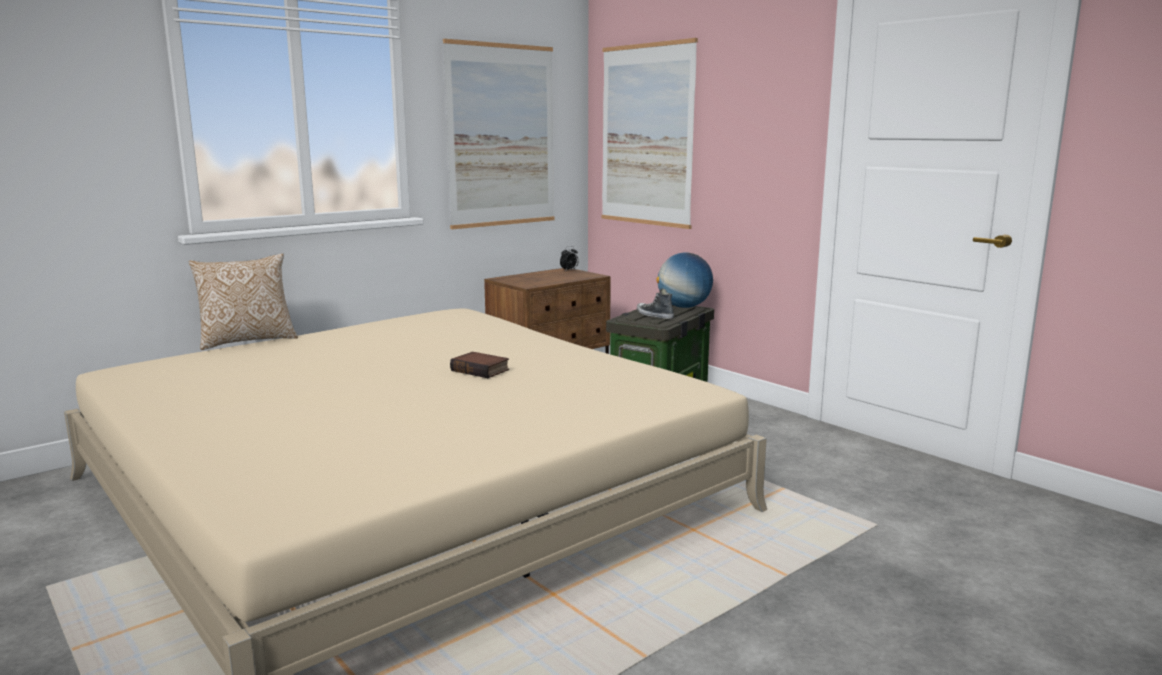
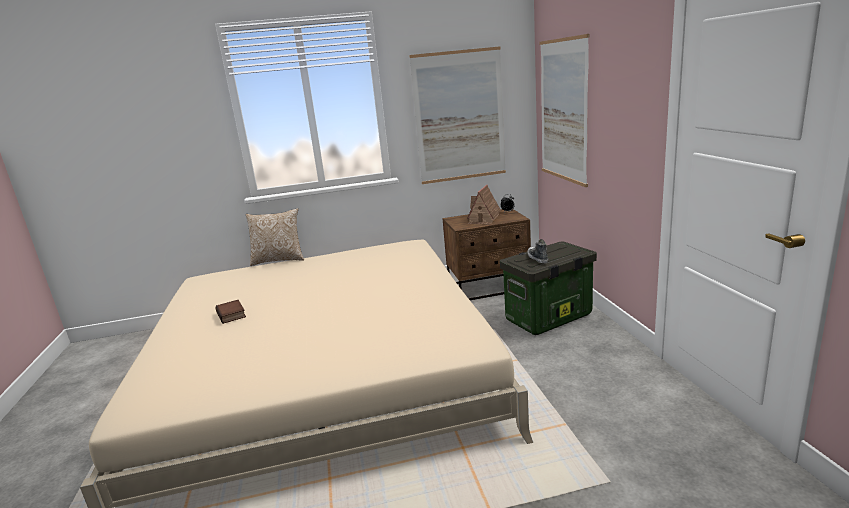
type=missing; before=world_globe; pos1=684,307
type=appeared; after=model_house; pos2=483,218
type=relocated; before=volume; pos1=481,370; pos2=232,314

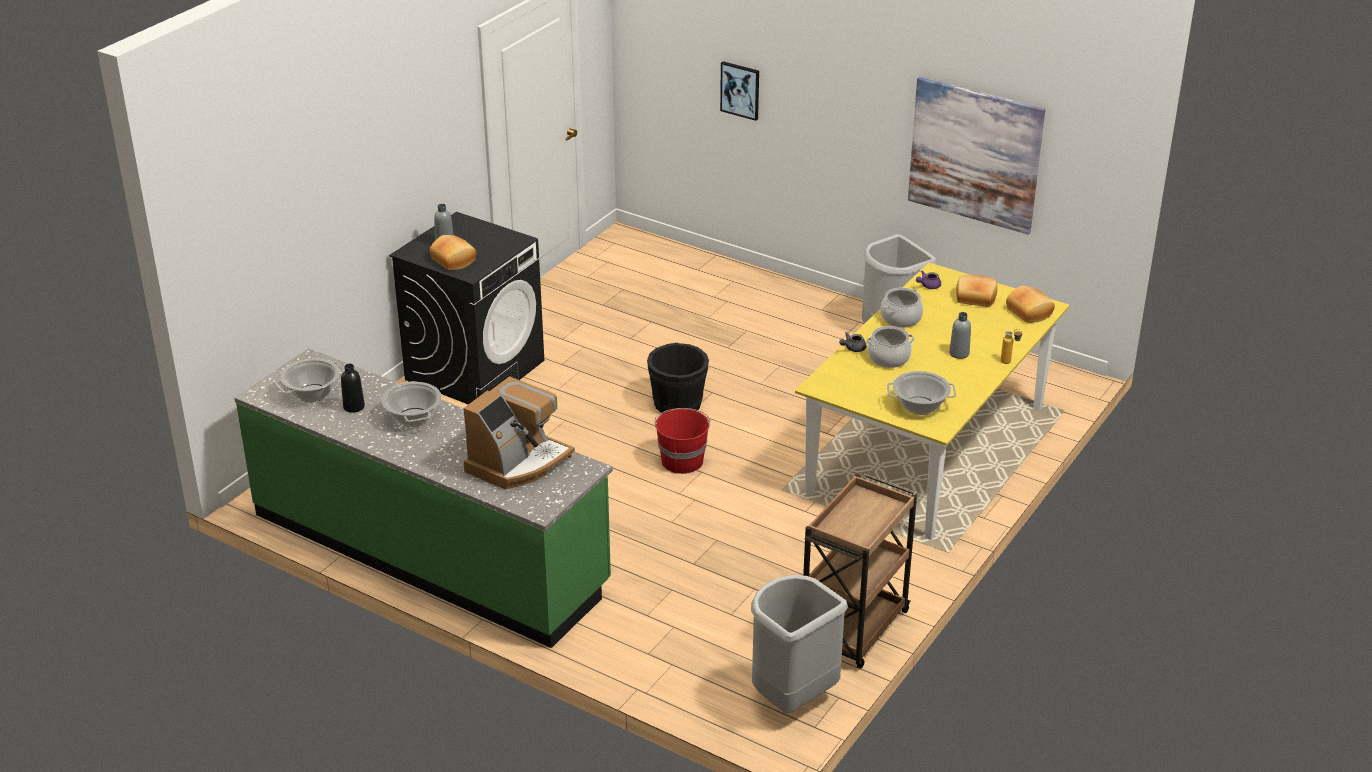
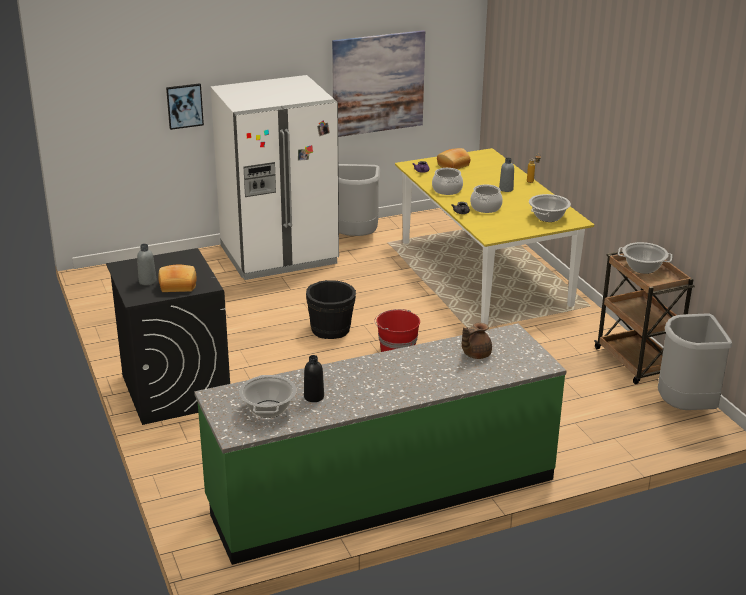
type=missing; before=baked_bread; pos1=1030,312
type=appeared; after=whitish_kitchen_fridge; pos2=279,255
type=relocated; before=saucepot; pos1=413,417; pos2=642,268
type=exchanged; before=coffee_maker; after=brown_pot_for_tea; pos1=518,463; pos2=475,354

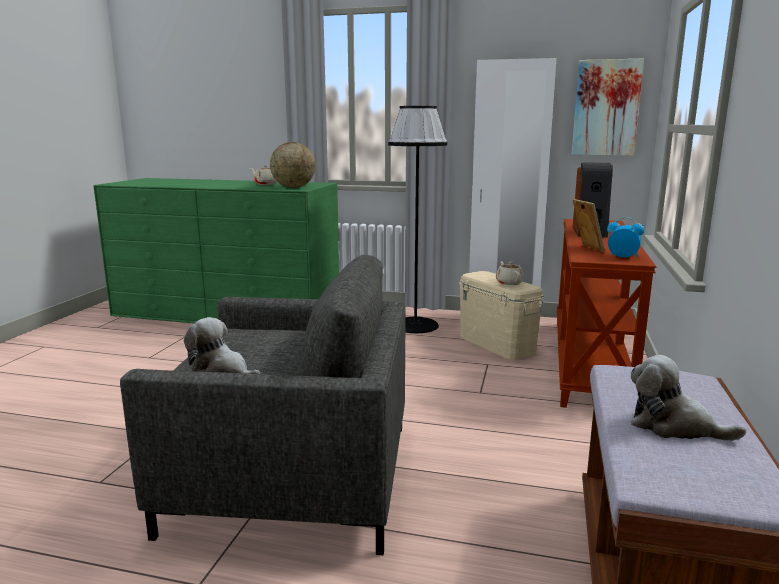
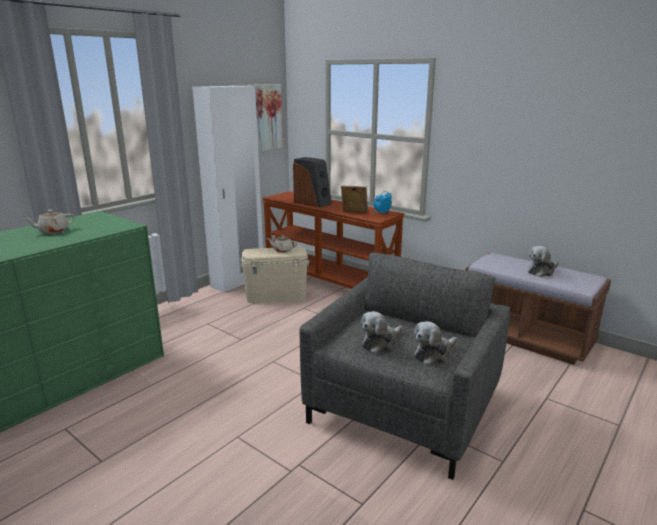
type=missing; before=world_globe; pos1=293,187
type=missing; before=blackish_standing_lamp; pos1=415,325
type=appeared; after=cuddly_toy; pos2=380,343

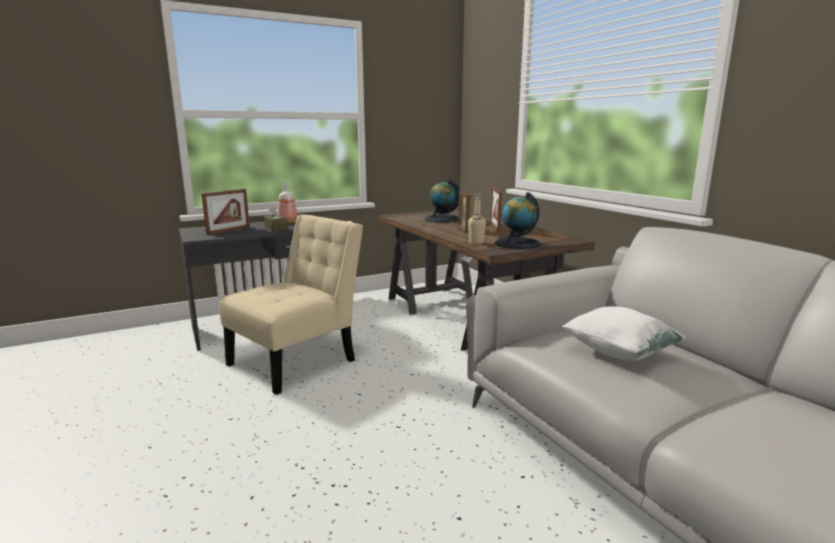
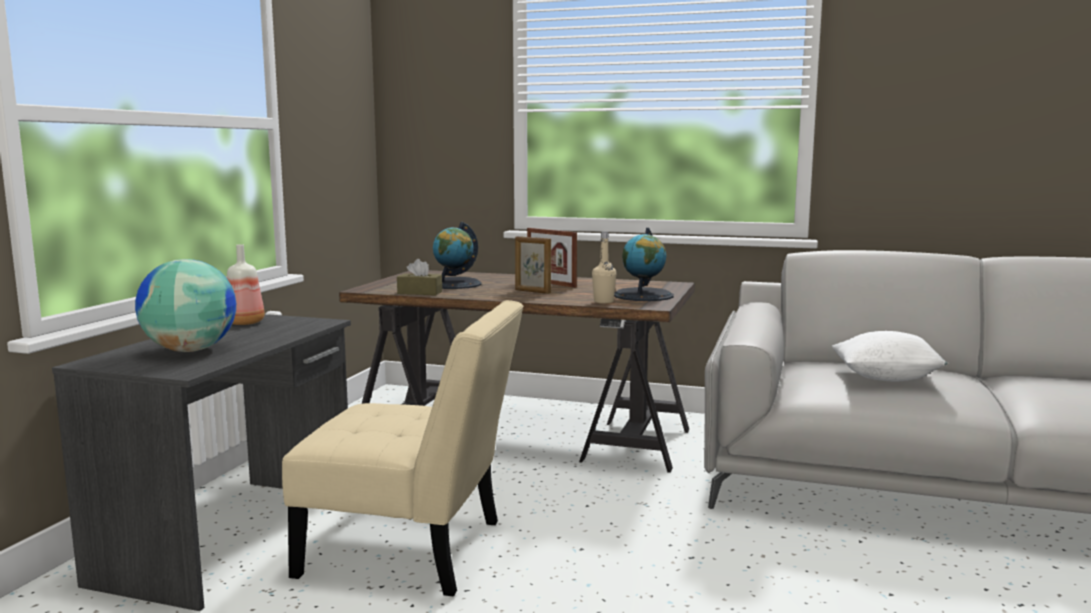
type=relocated; before=brown_tissue_box; pos1=276,228; pos2=420,292
type=exchanged; before=photo_frame; after=world_globe; pos1=228,230; pos2=189,350
type=spun; before=sand-coloured_plain_chair; pos1=298,360; pos2=413,551; turn=105

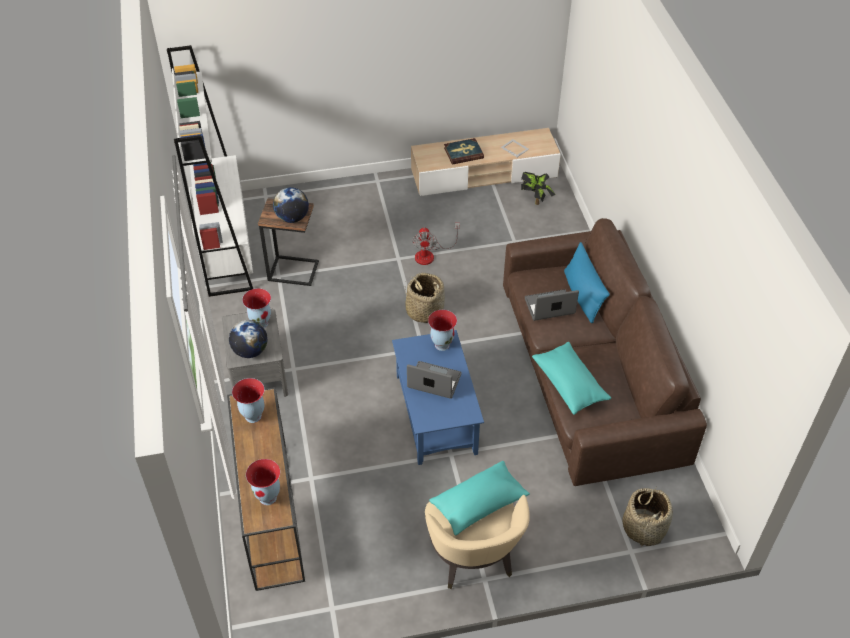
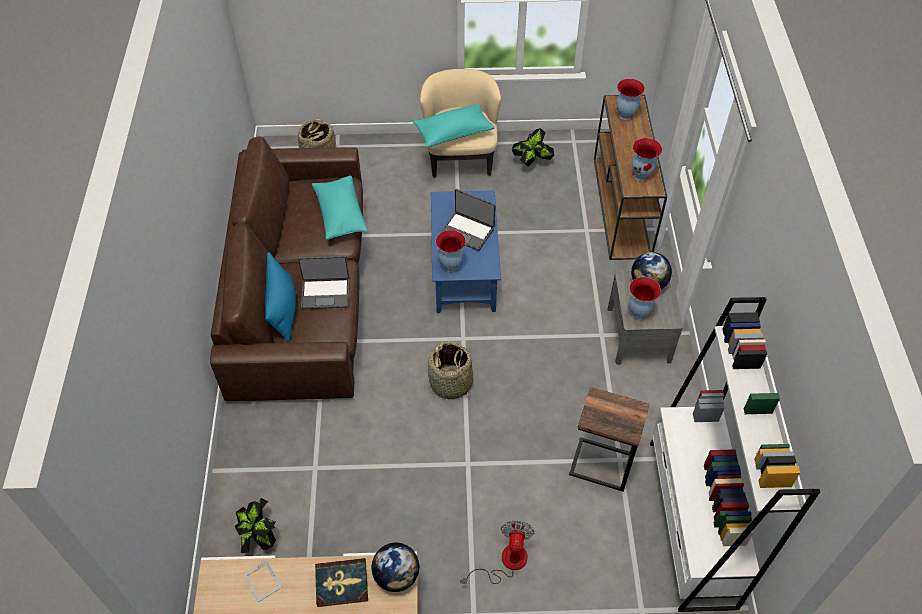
type=appeared; after=plant_in_a_pot; pos2=532,163
type=relocated; before=world_globe; pos1=292,218; pos2=396,575
type=relocated; before=cooling_fan; pos1=430,254; pos2=505,562

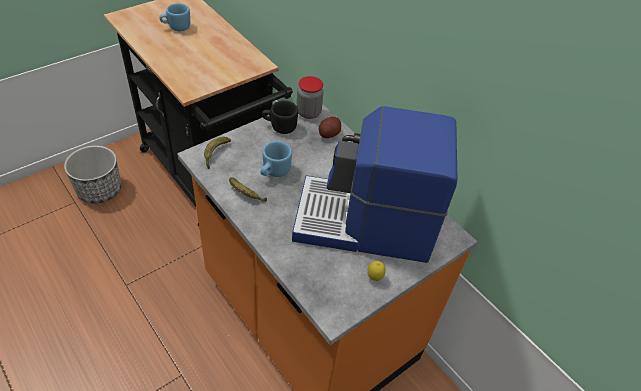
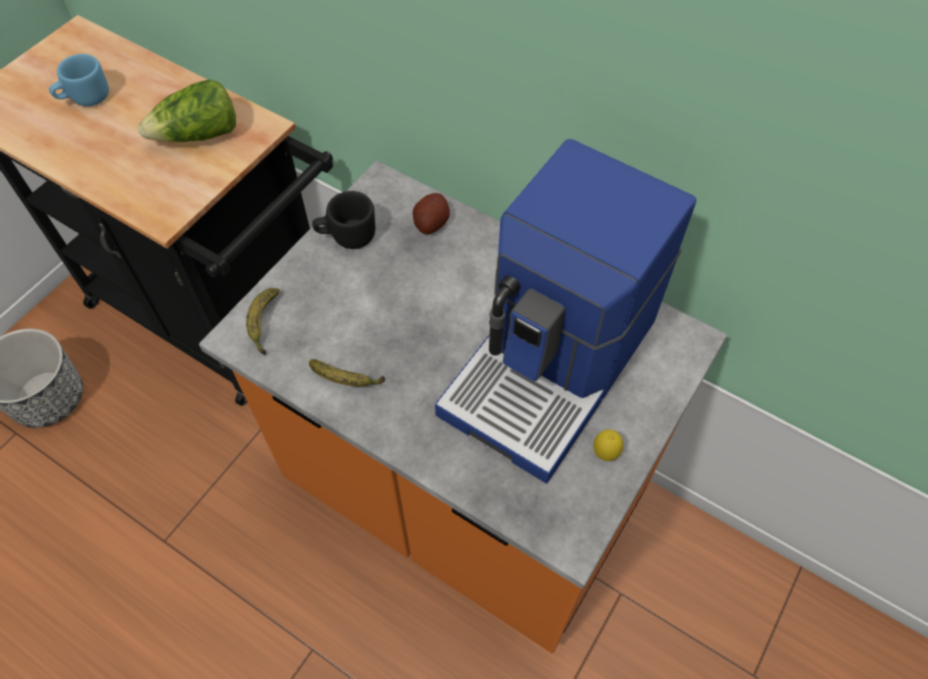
type=missing; before=blue_tea_mug; pos1=273,172
type=missing; before=preserve_jar; pos1=308,112
type=appeared; after=head_of_lettuce; pos2=199,135
type=spun; before=coffee_maker; pos1=365,224; pos2=553,366; turn=-45

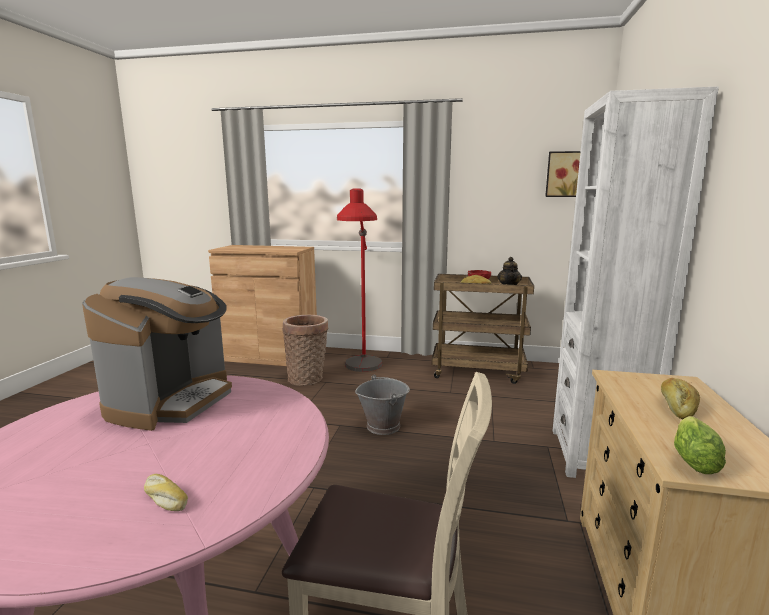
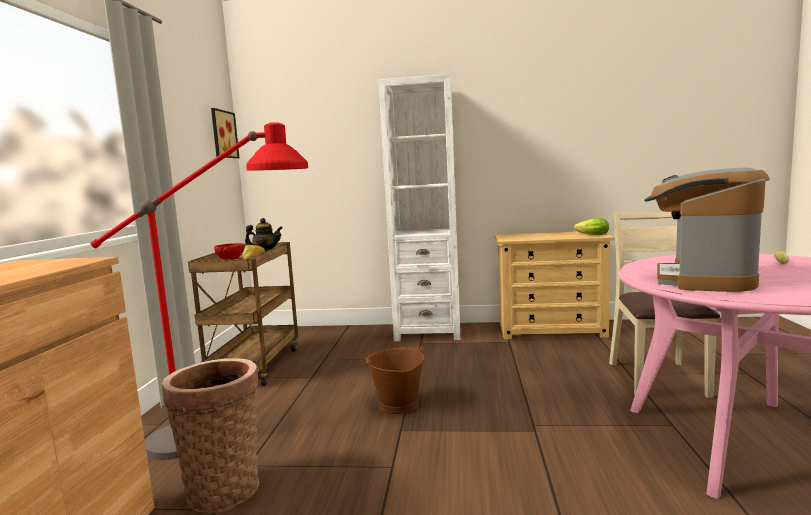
type=missing; before=baked_bread; pos1=677,407
type=colour; before=gray_pail; after=brown_pail; pos1=383,426; pos2=398,404
type=spun; before=coffee_maker; pos1=172,401; pos2=702,280; turn=-75

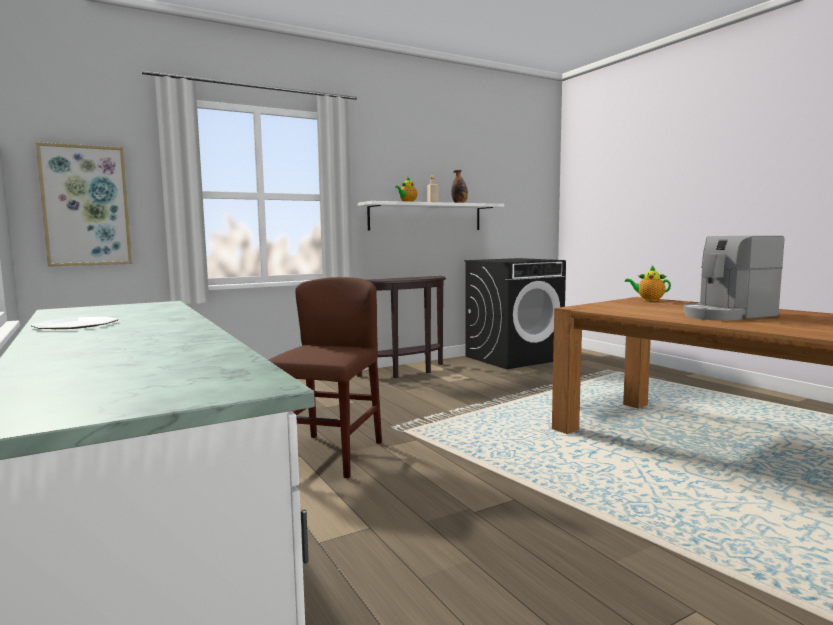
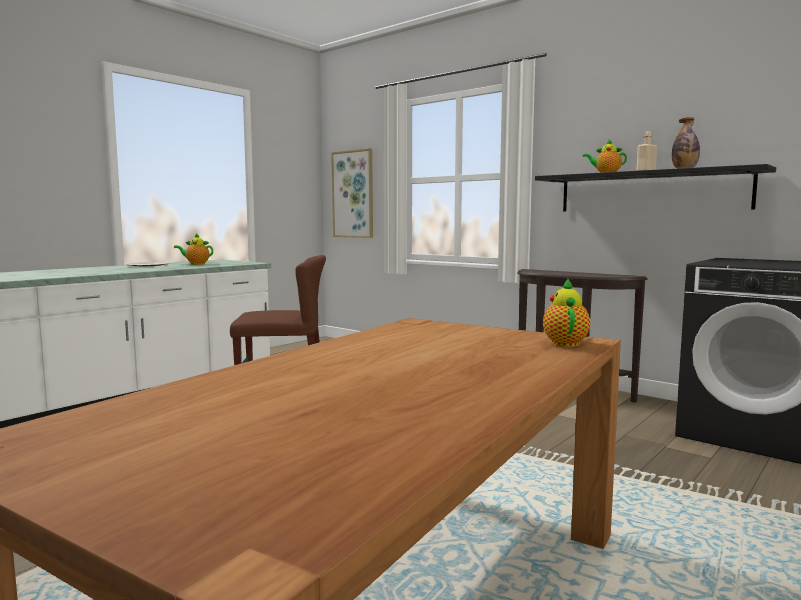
type=missing; before=coffee_maker; pos1=727,315
type=appeared; after=pot_for_tea; pos2=196,264
type=colour; before=whitish_wall_shelf; after=blackish_wall_shelf; pos1=426,217; pos2=650,192

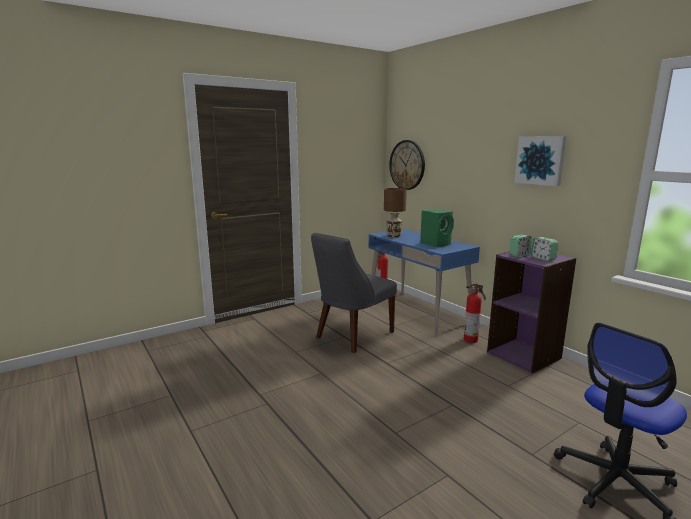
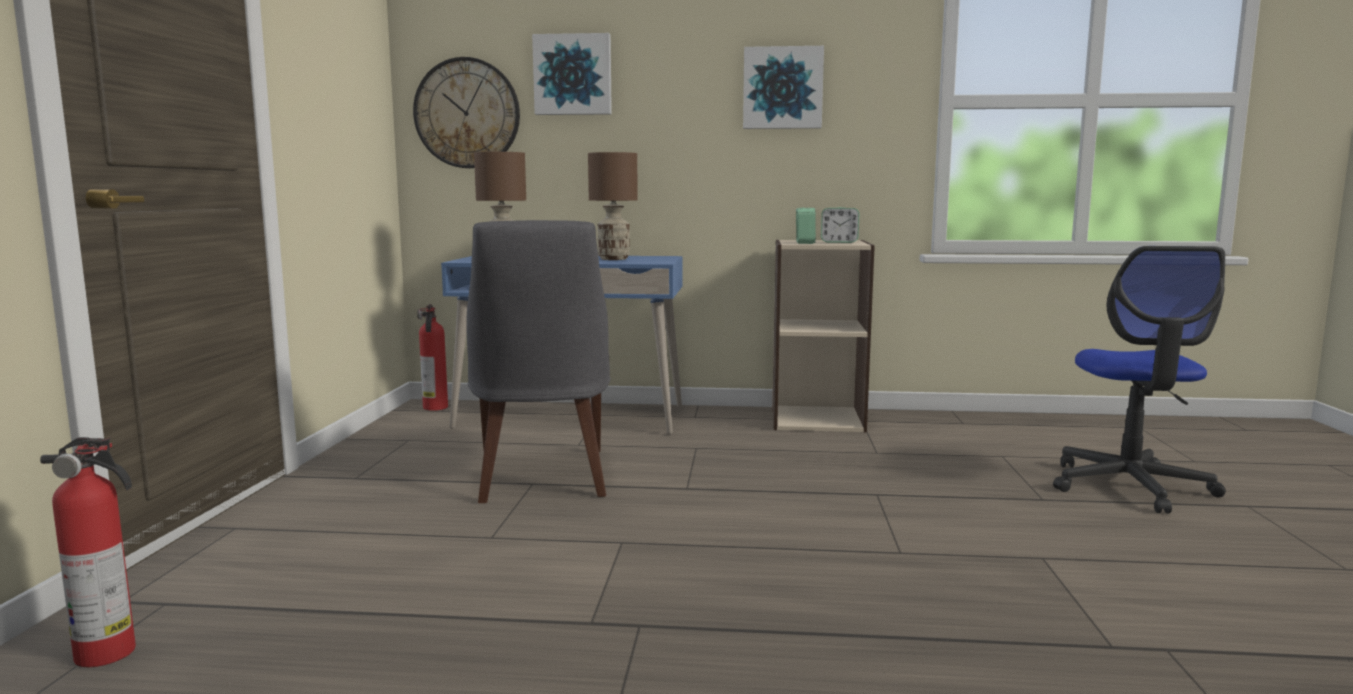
type=appeared; after=wall_picture; pos2=573,75
type=relocated; before=extinguisher; pos1=471,340; pos2=109,653
type=exchanged; before=greenish_audio_speaker; after=brown_table_lamp; pos1=436,244; pos2=613,259
type=colour; before=purplish_bookshelf; after=sand-coloured_bookshelf; pos1=524,355; pos2=817,419

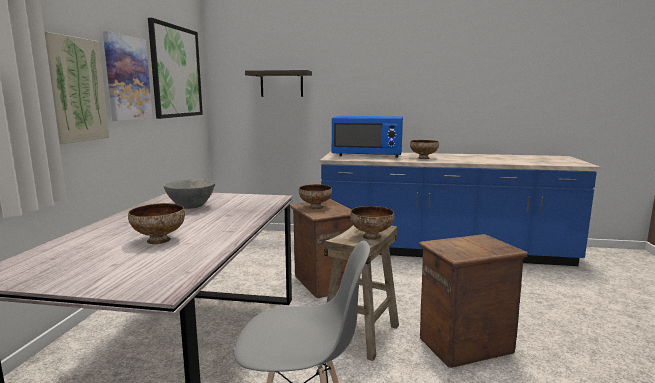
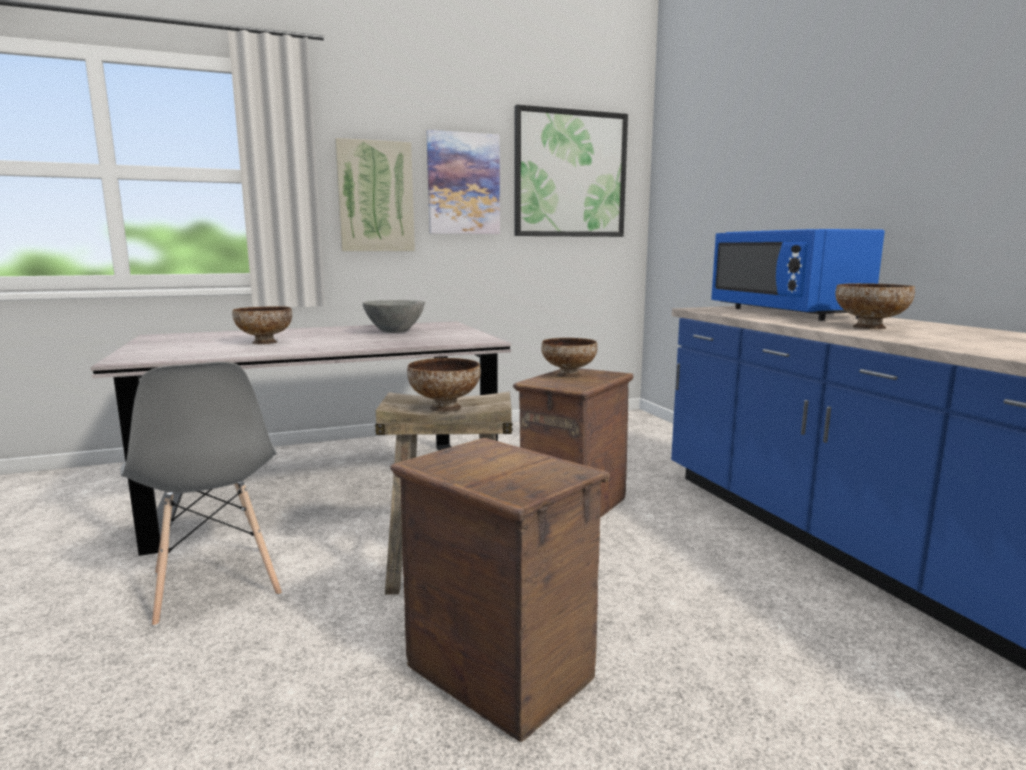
type=missing; before=wall_shelf; pos1=281,84

